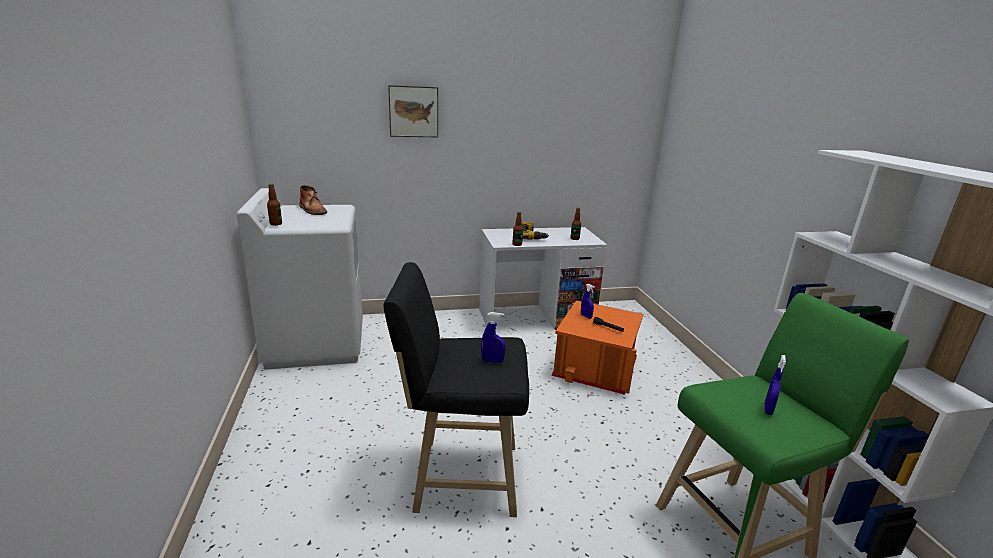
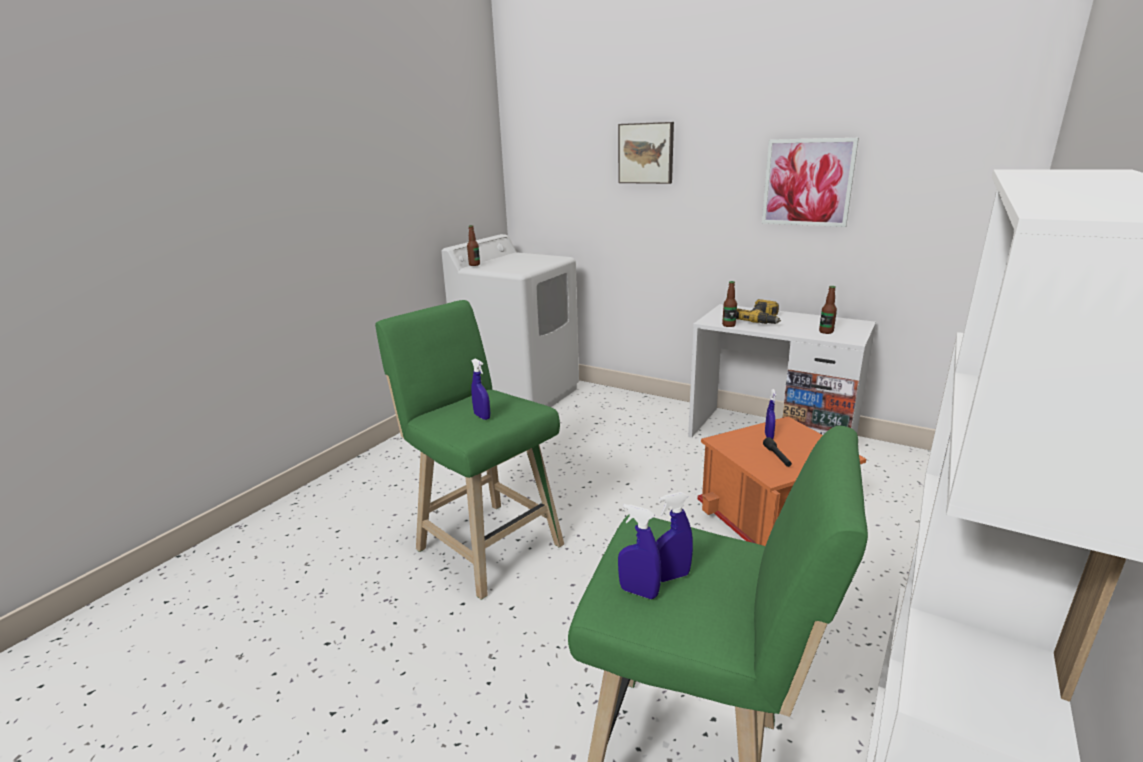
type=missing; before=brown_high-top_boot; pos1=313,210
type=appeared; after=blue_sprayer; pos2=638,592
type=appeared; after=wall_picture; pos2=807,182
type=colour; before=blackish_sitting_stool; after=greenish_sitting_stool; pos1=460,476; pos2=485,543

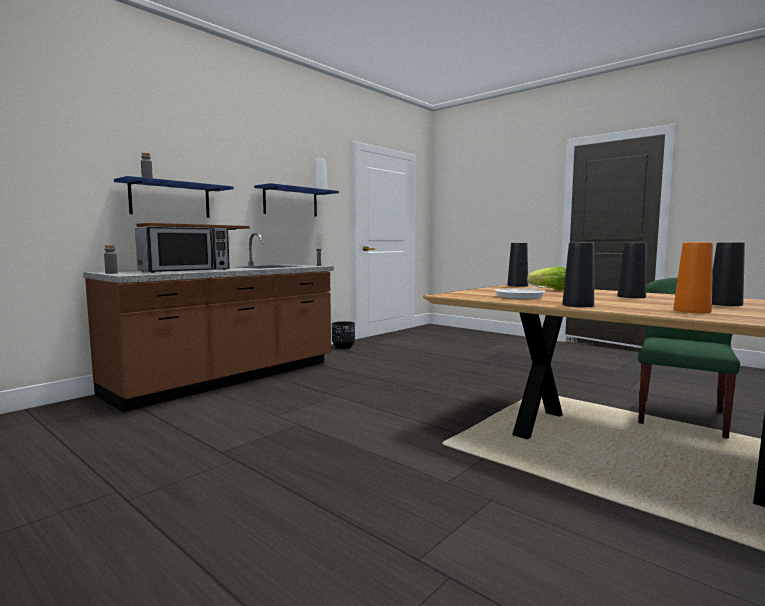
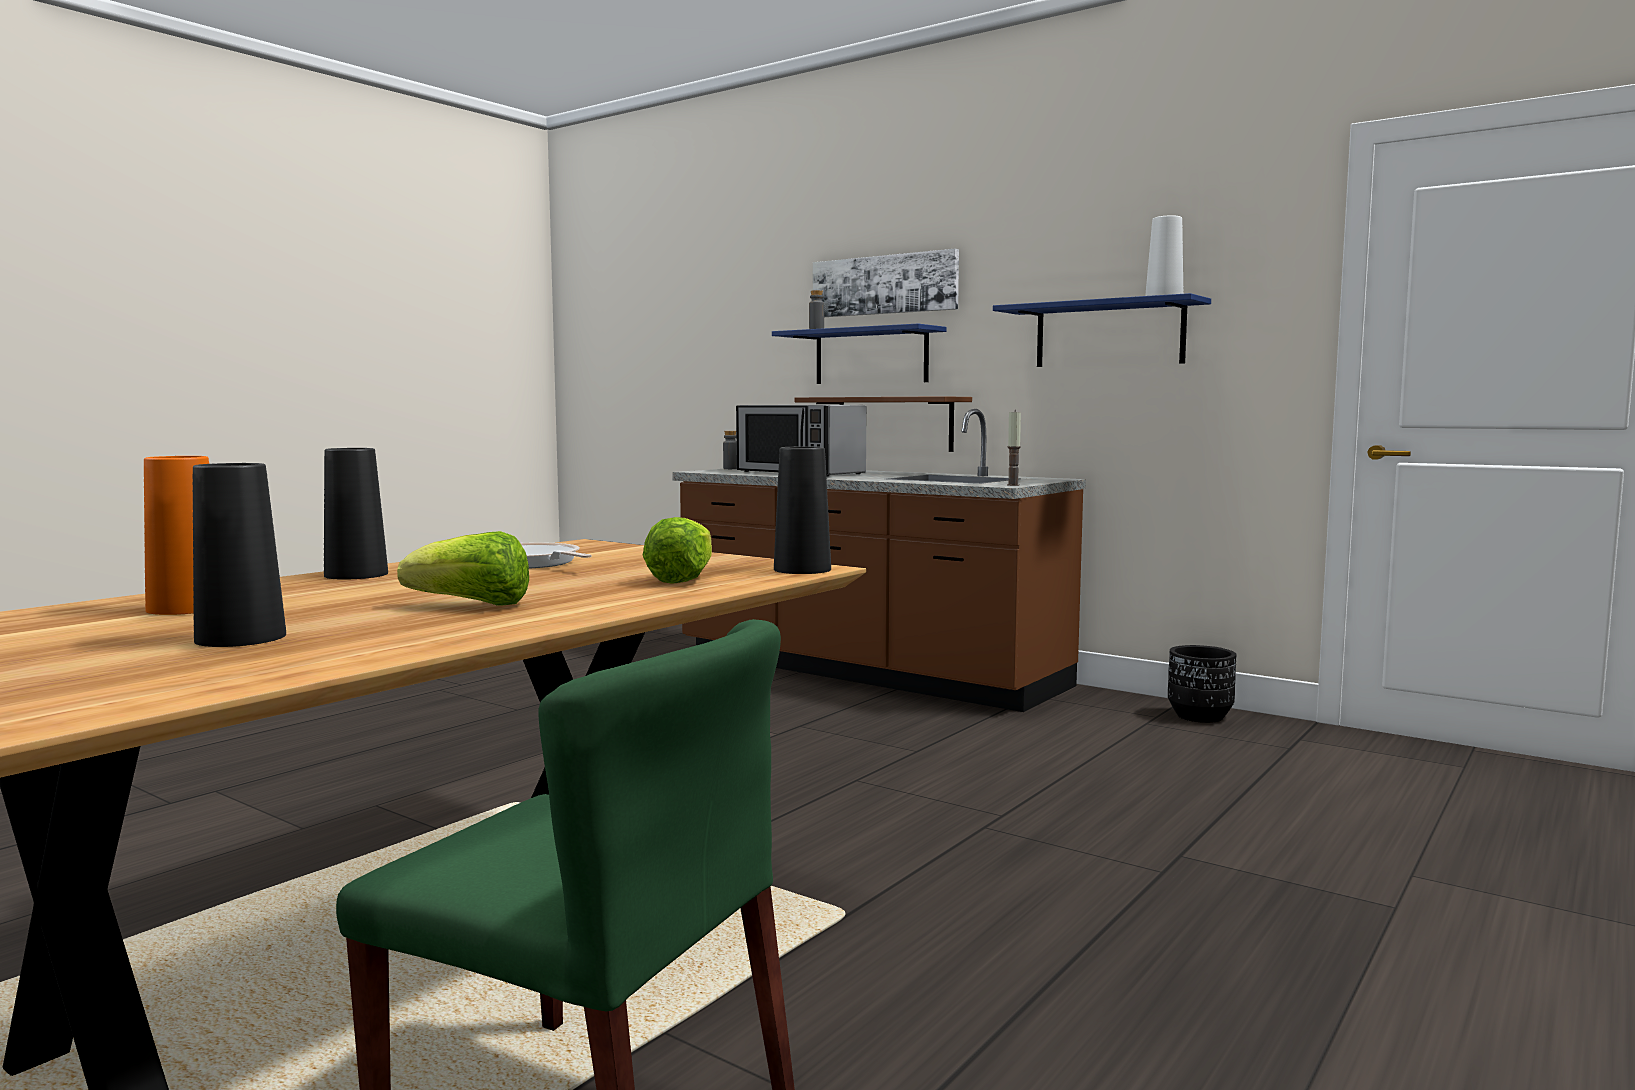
type=appeared; after=wall_picture; pos2=884,285
type=exchanged; before=blackish_vase; after=head_of_lettuce; pos1=631,296; pos2=472,605

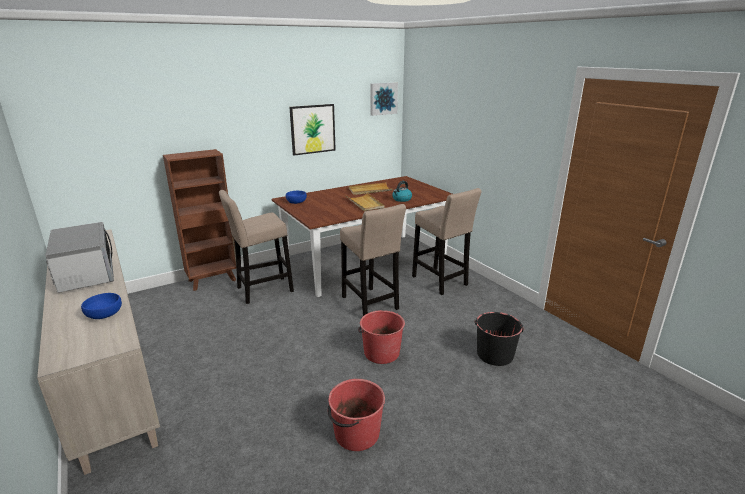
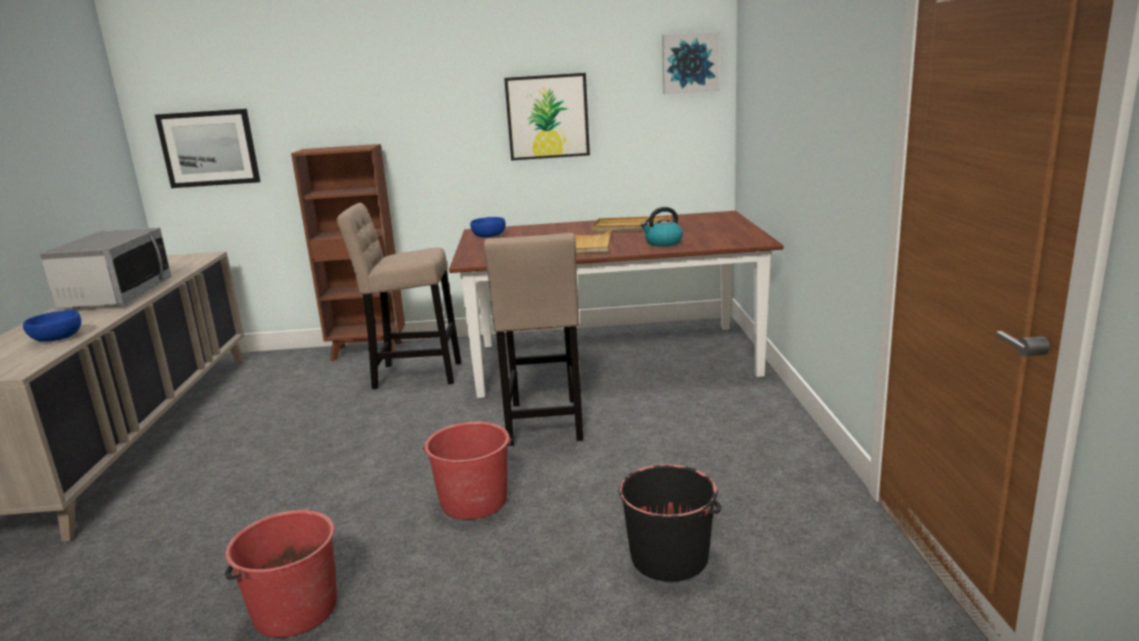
type=missing; before=sand-coloured_sitting_stool; pos1=441,282
type=appeared; after=wall_picture; pos2=209,148

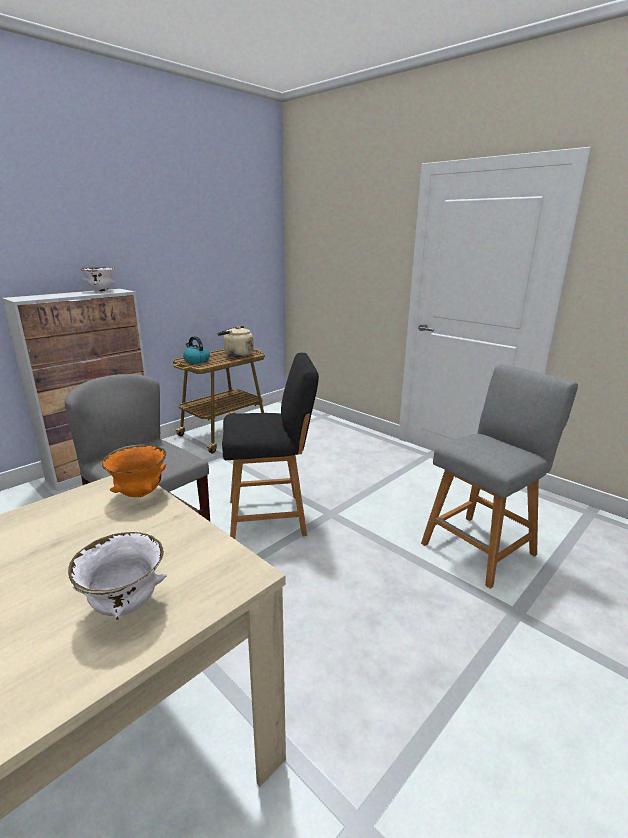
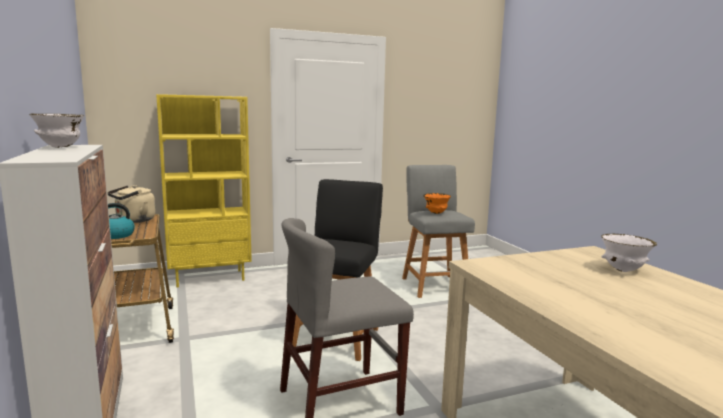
type=appeared; after=yellow_bookshelf; pos2=210,278
type=relocated; before=orange_deep_dish; pos1=140,493; pos2=436,213

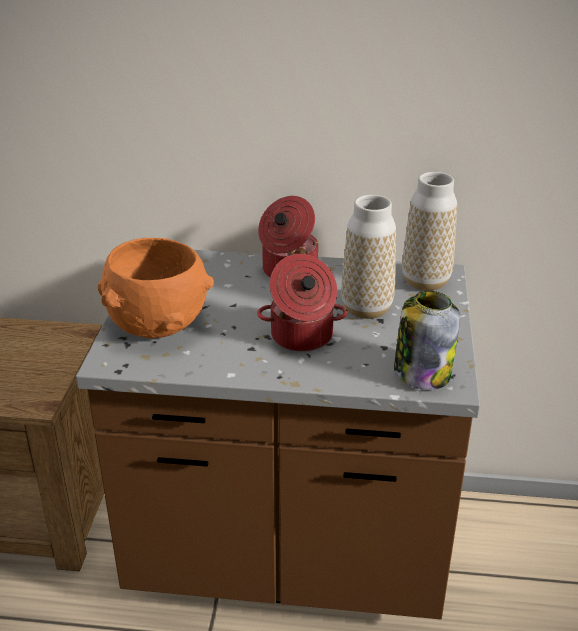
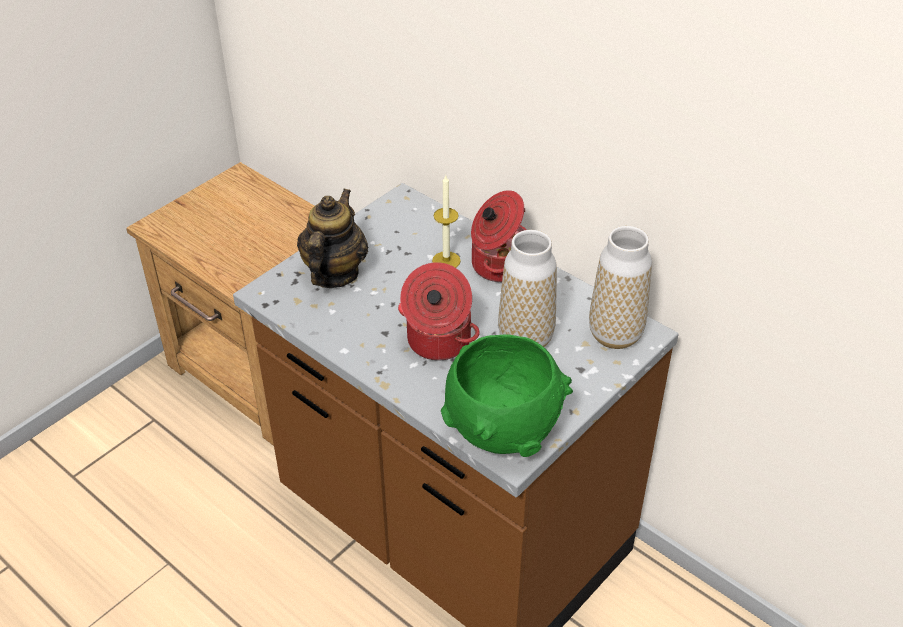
type=appeared; after=wax_light; pos2=446,261
type=exchanged; before=orange_deep_dish; after=pot_for_tea; pos1=157,326; pos2=334,274
type=exchanged; before=preserve_jar; after=greenish_deep_dish; pos1=421,372; pos2=501,429

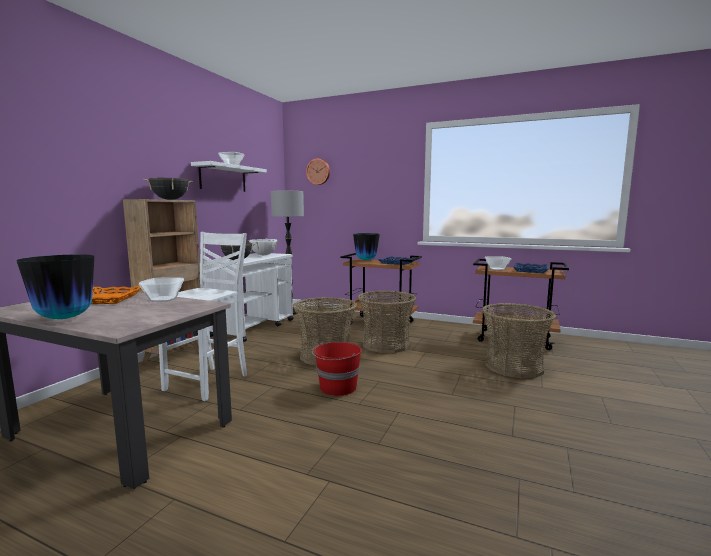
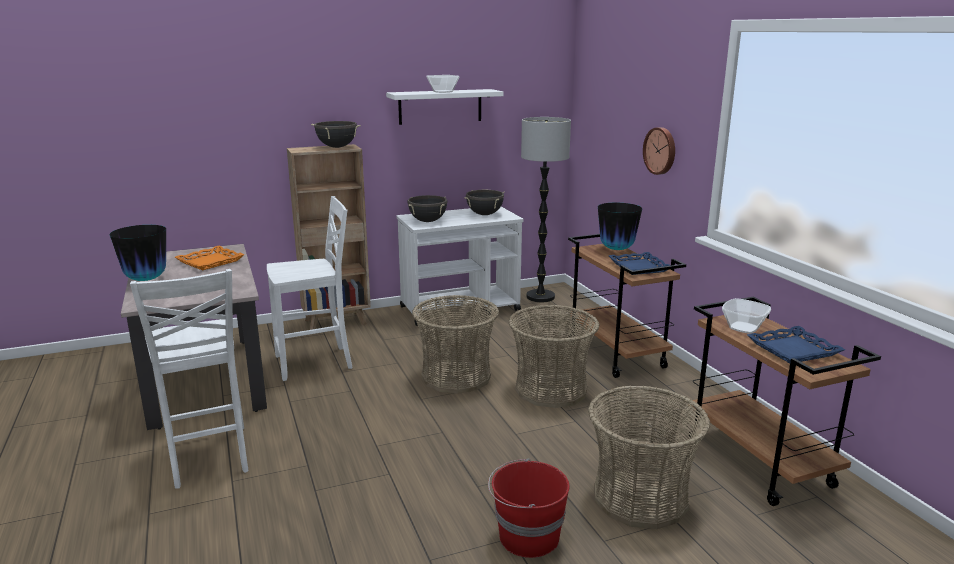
type=missing; before=deep_dish; pos1=163,299
type=appeared; after=whitish_plain_chair; pos2=208,458
type=relocated; before=hanging_clock; pos1=318,171; pos2=661,150
type=relocated; before=reddish_pail; pos1=337,388; pos2=527,537
type=colour; before=whitish_saucepot; after=blackish_saucepot; pos1=264,255; pos2=484,214

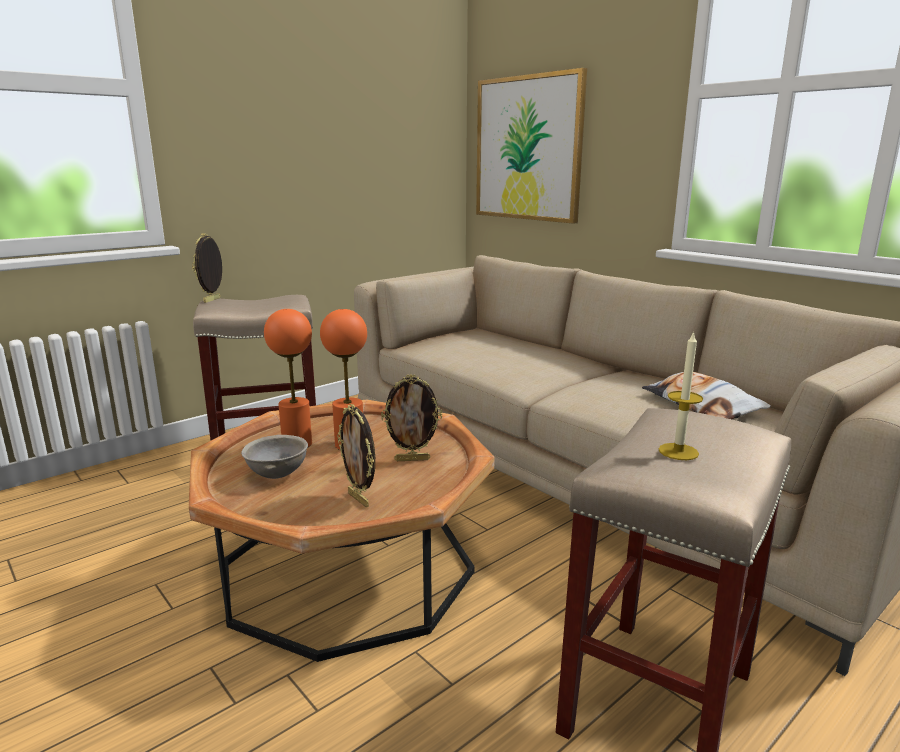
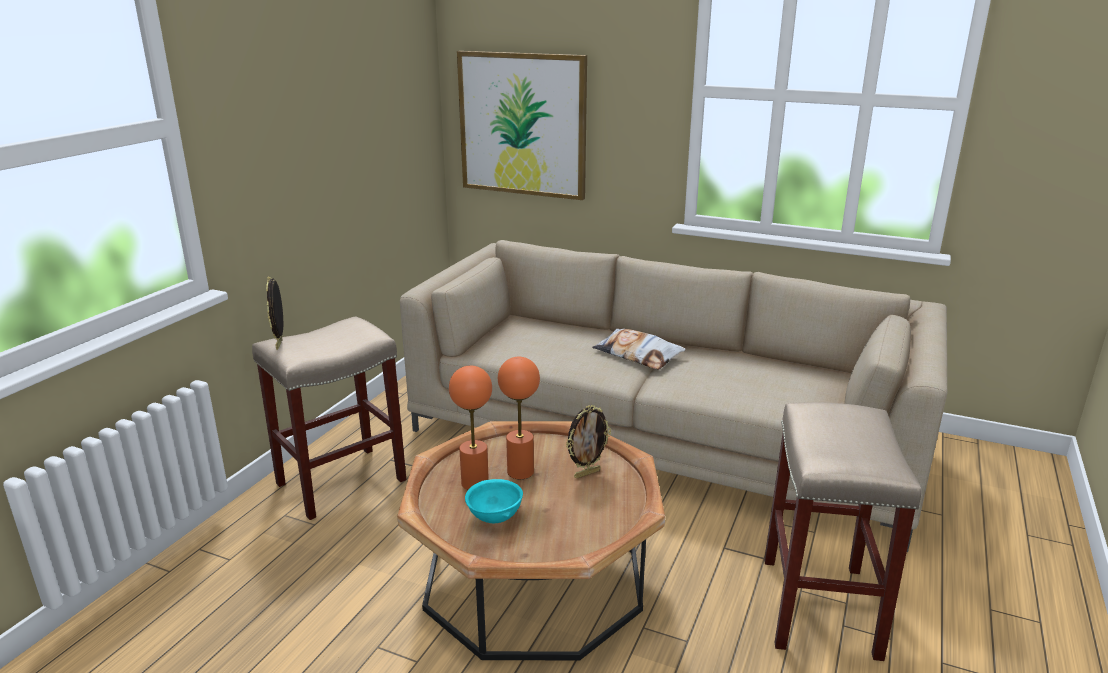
type=missing; before=photo_frame; pos1=359,499
type=missing; before=wax_light; pos1=678,451
type=relocated; before=throw_pillow; pos1=702,405; pos2=638,355
type=colour; before=gray_deep_dish; after=turquoise_deep_dish; pos1=276,475; pos2=494,518

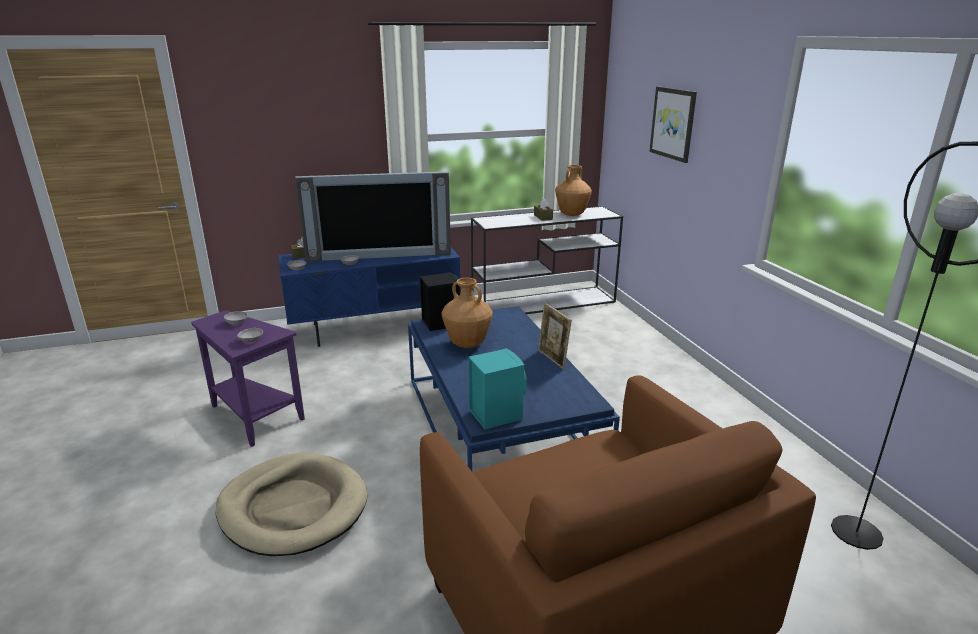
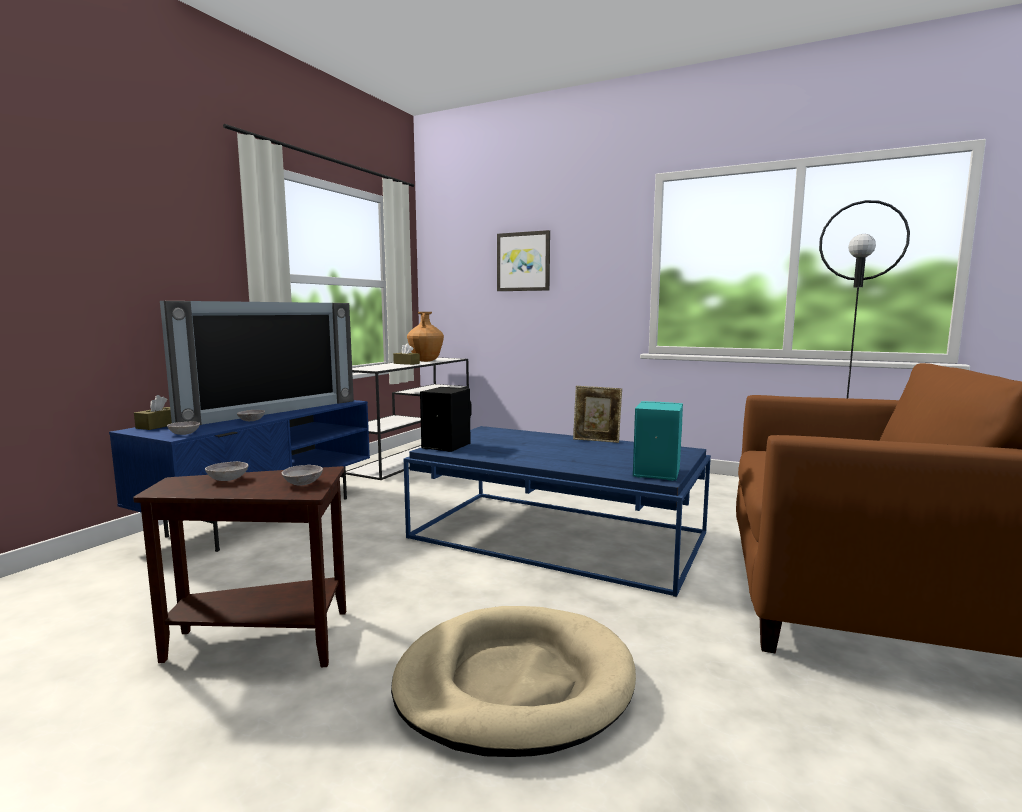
type=missing; before=brown_vase; pos1=467,344
type=colour; before=purplish_end_table; after=brown_end_table; pos1=254,418; pos2=265,641

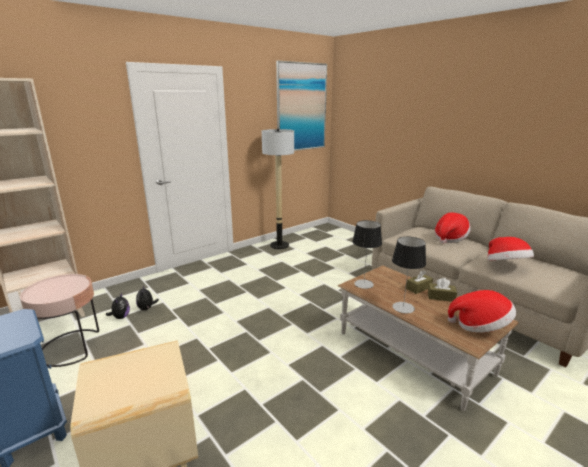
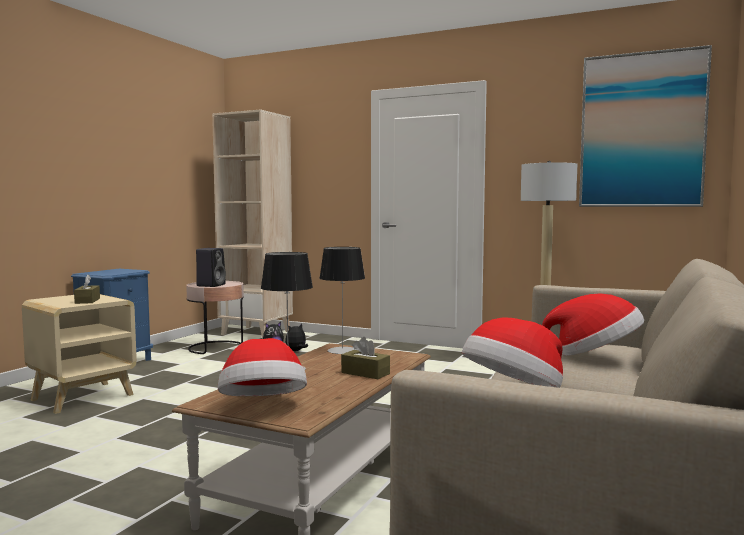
type=appeared; after=blackish_audio_speaker; pos2=211,285
type=relocated; before=brown_tissue_box; pos1=441,297; pos2=87,301

